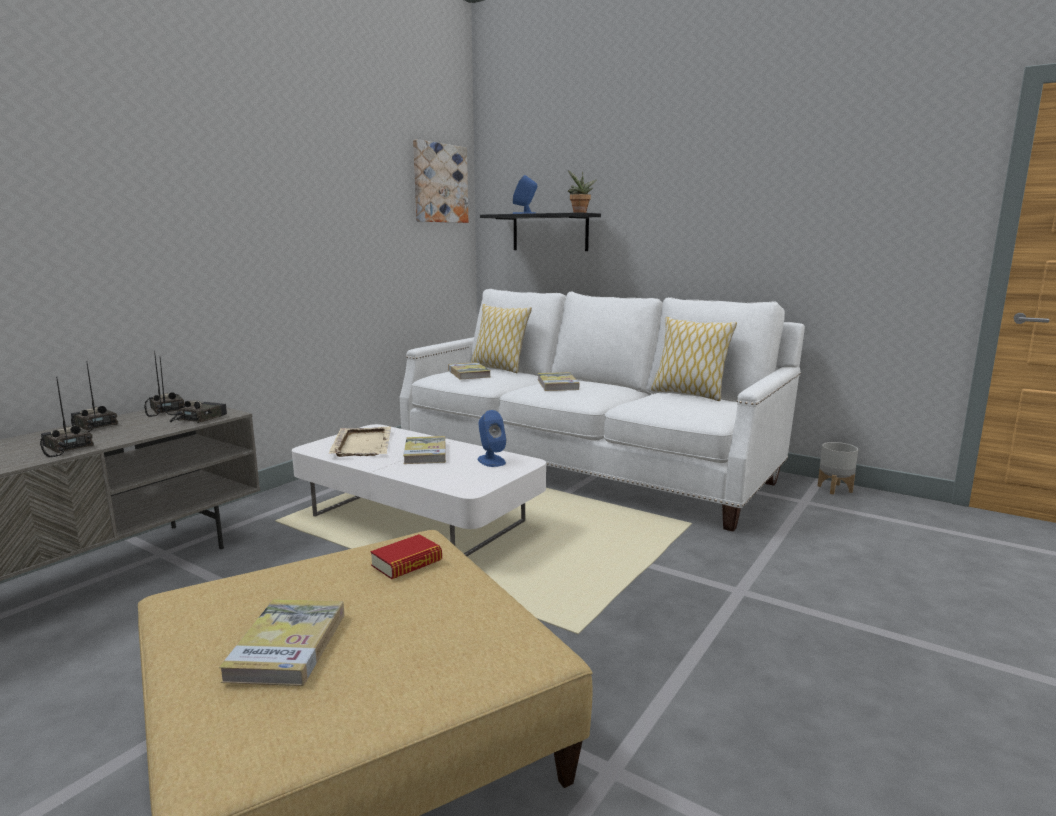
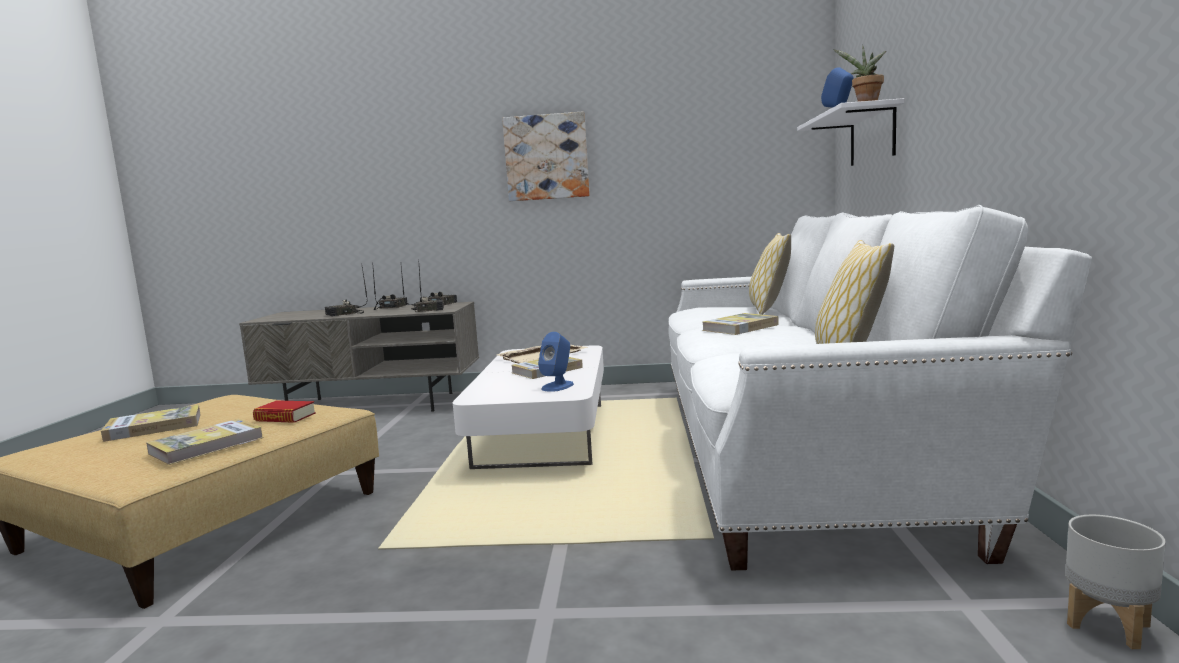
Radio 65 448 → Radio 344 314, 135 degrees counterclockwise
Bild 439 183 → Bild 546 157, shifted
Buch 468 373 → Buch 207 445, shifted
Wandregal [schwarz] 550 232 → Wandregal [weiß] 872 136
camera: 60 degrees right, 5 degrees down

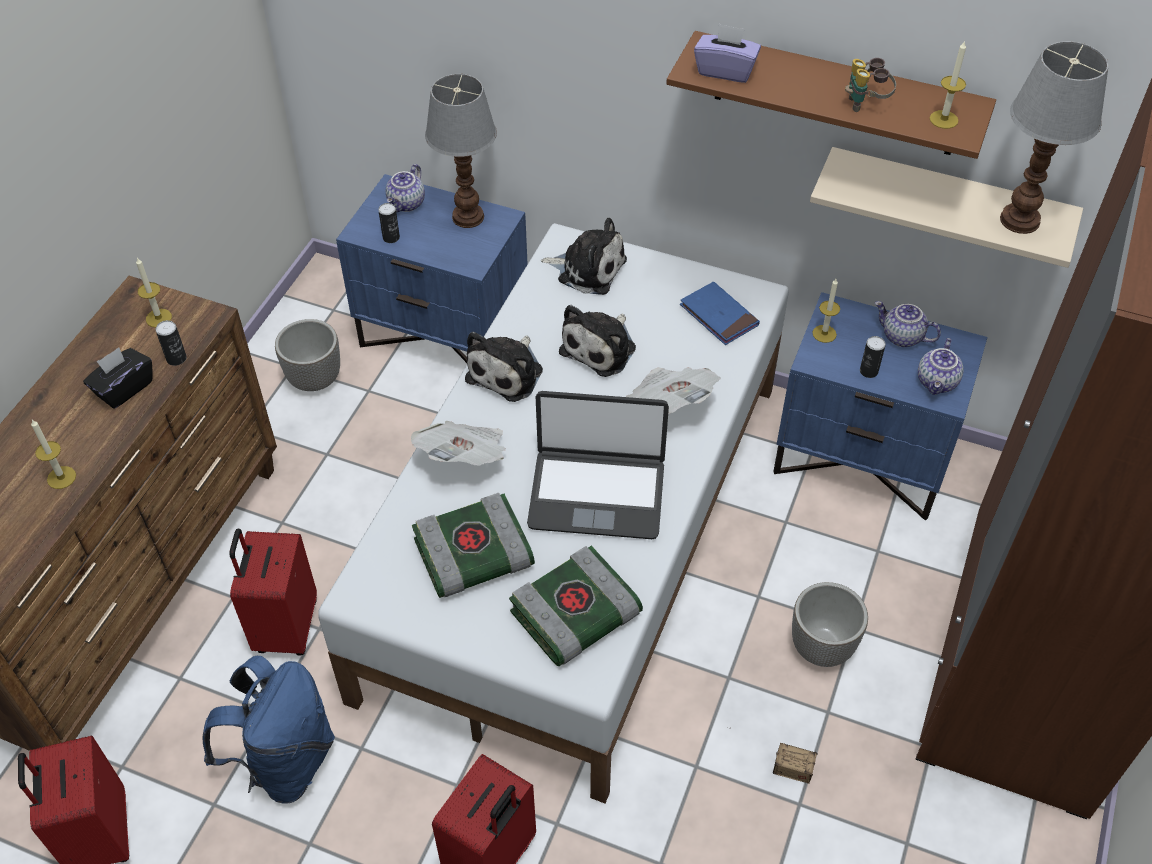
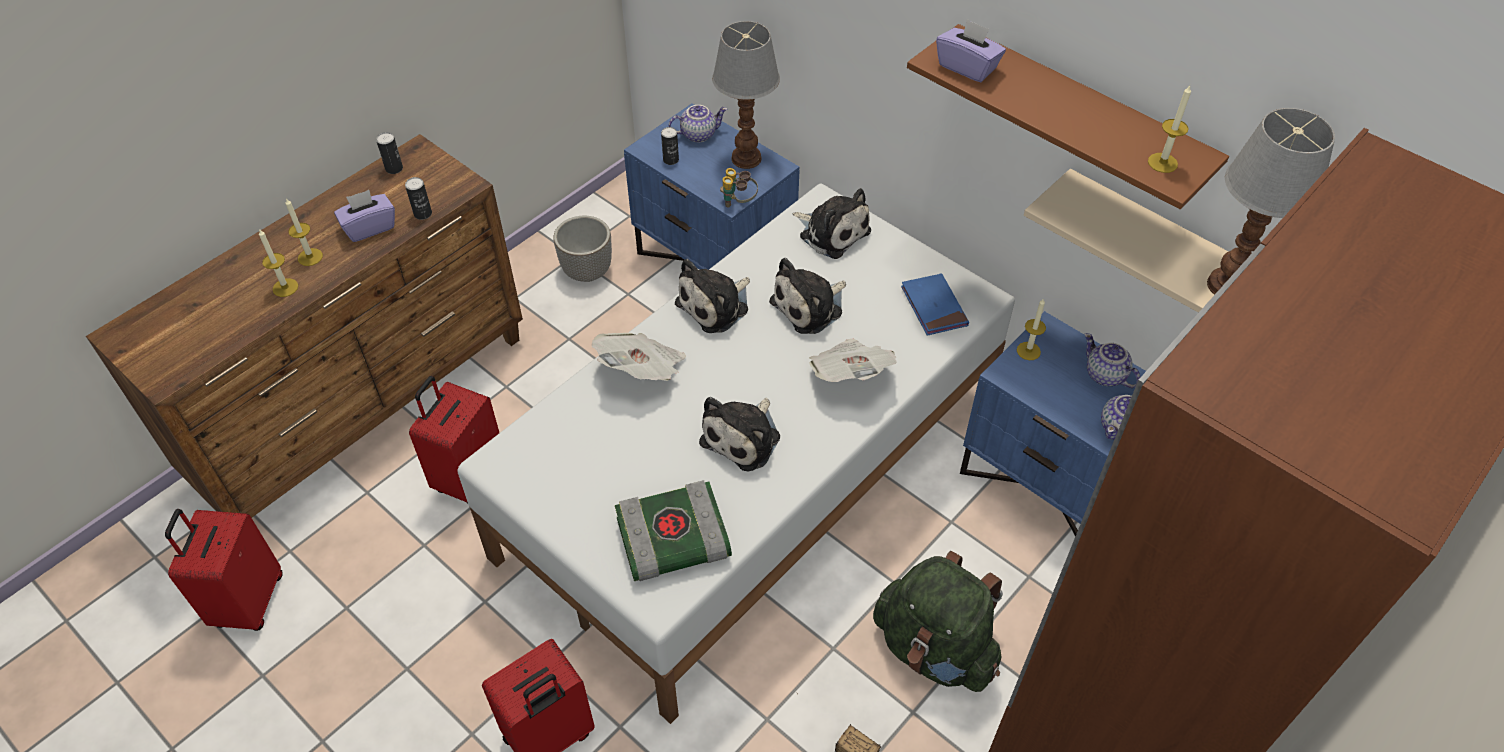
Taschentuchbox [schwarz] 124 388 → Taschentuchbox [lila] 369 227
Kerze 158 318 → Kerze 310 257, shifted
Rucksack [blau] 285 761 → -
Teekanne 407 204 → Teekanne 698 134, 150 degrees counterclockwise
Buch 472 556 → -
Laptop 597 494 → Plüschtier 744 437
Pflanzkübel 822 647 → Rucksack [grün] 934 649
Fernglas 866 104 → Fernglas 738 203, shifted
Dose 868 371 → Dose 394 168, shifted
camera: 20 degrees right, 0 degrees up

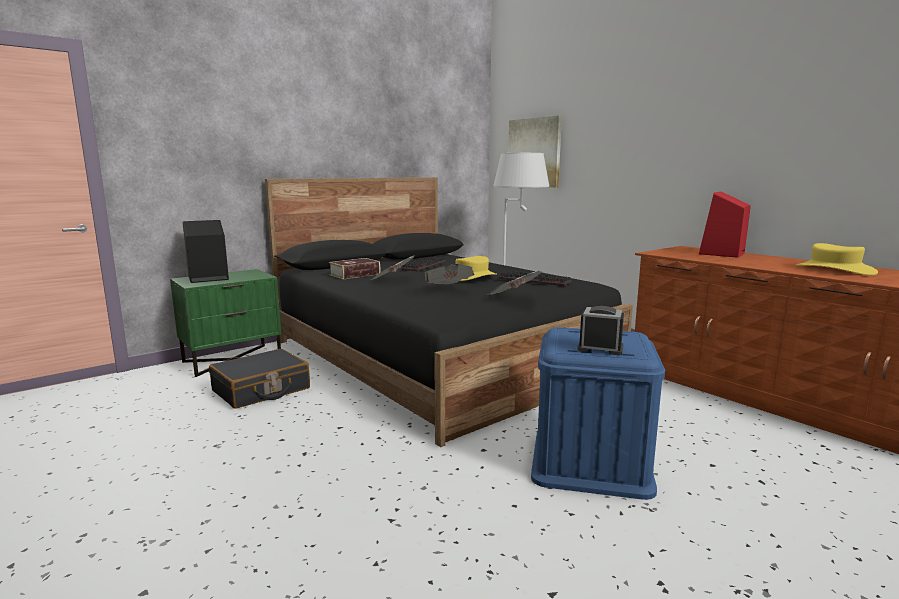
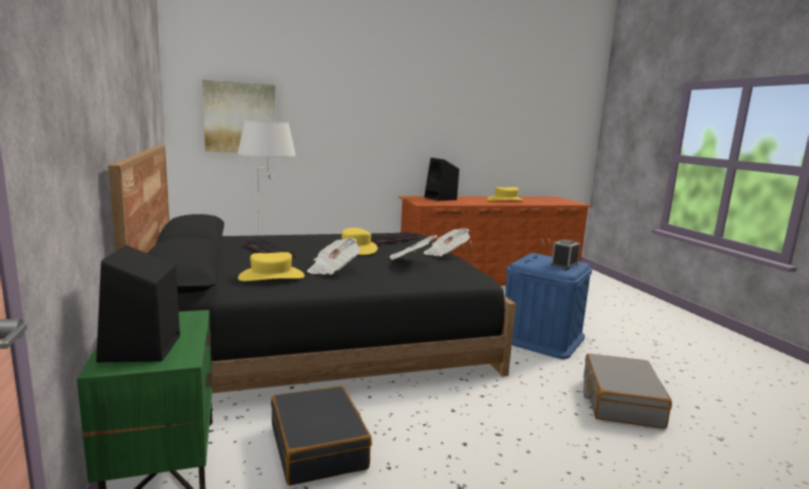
Buch 355 274 → Hut [gelb] 271 277
Lautsprecher [rot] 722 254 → Lautsprecher [schwarz] 441 198
- → Koffer [grau] 620 402
camera: 70 degrees left, 0 degrees up

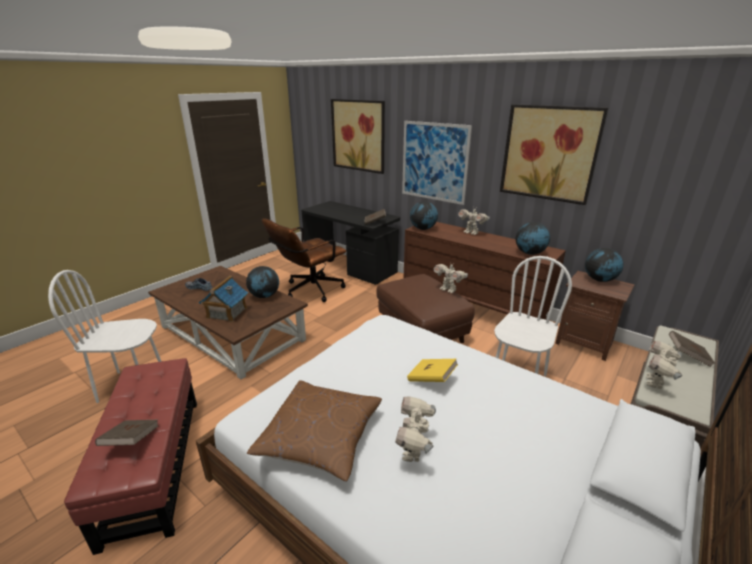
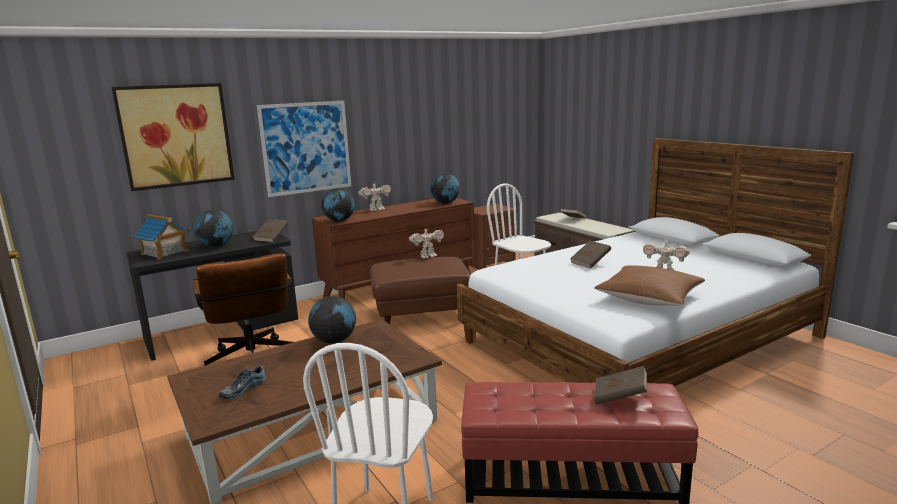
Spielzeughaus 226 313 → Spielzeughaus 164 252, shifted
Buch [gelb] 431 379 → Buch [braun] 590 262
Bild 549 153 → -
Globus 599 280 → Globus 216 246, shifted
Spielzeugroboter 655 383 → -
camera: 70 degrees left, 10 degrees down

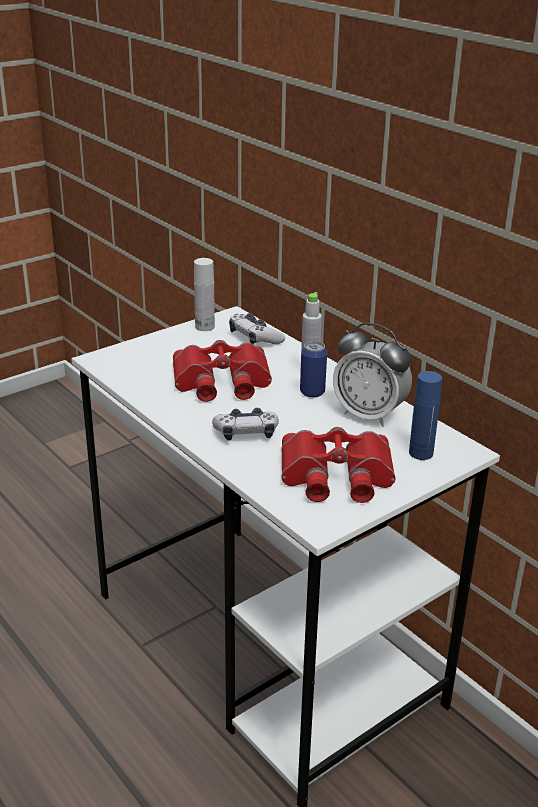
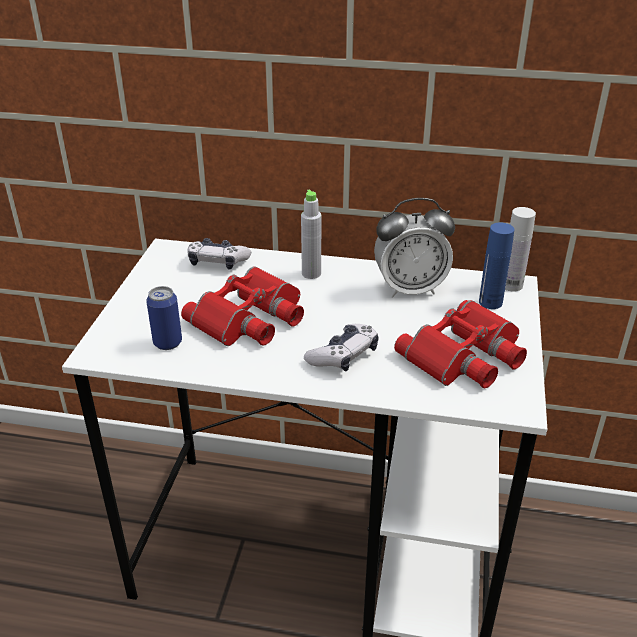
Flasche [weiß] 204 327 → Flasche [weiß] 511 285, shifted
Dose 312 392 → Dose 167 343, shifted
camera: 40 degrees left, 5 degrees up

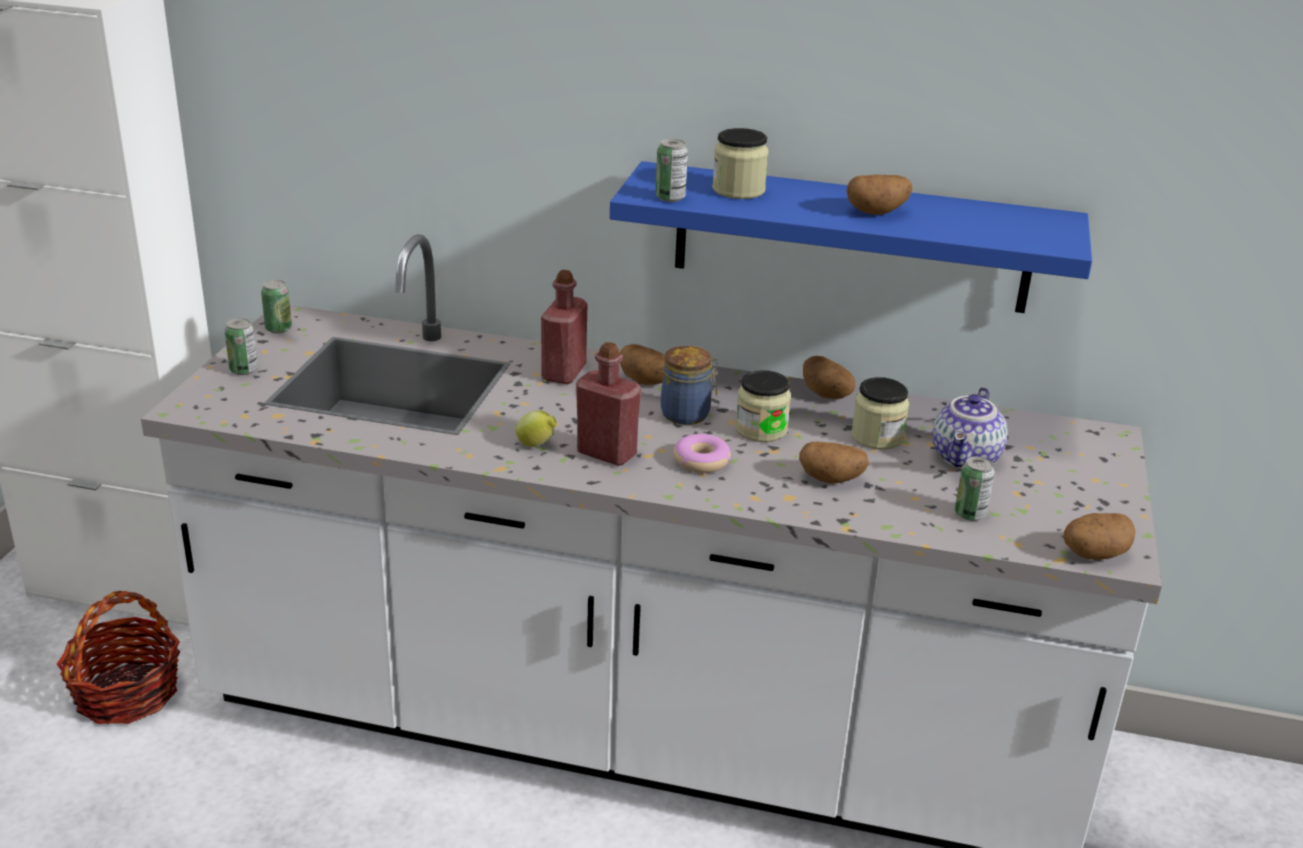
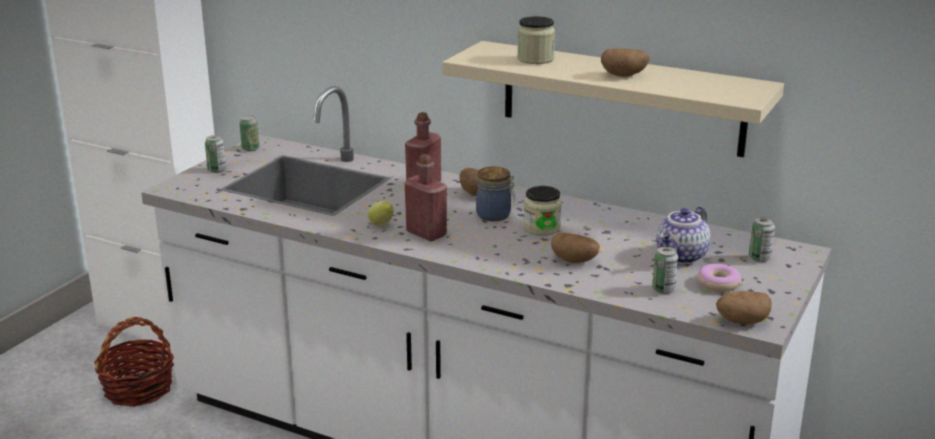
Wandregal [blau] 851 238 → Wandregal [beige] 621 98
Dose 670 198 → Dose 759 258, shifted
Donut 701 461 → Donut 718 284, shifted
Kartoffel 827 395 → -
Vorratsglas 877 437 → -
camera: 15 degrees right, 5 degrees down

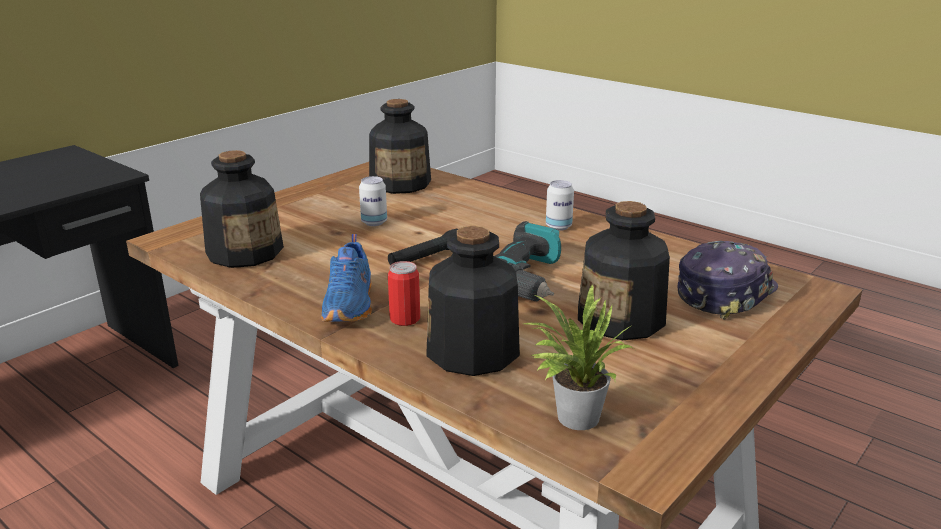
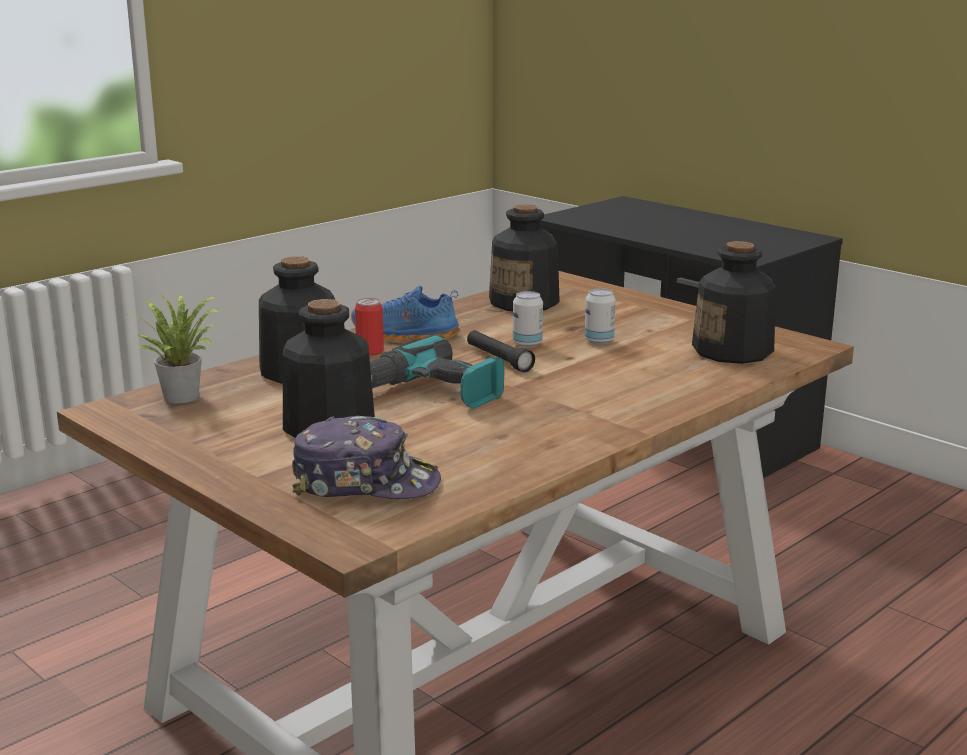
Dose 558 227 → Dose 527 344, shifted
Kappe 724 293 → Kappe 365 483, 45 degrees counterclockwise
camera: 95 degrees right, 5 degrees down

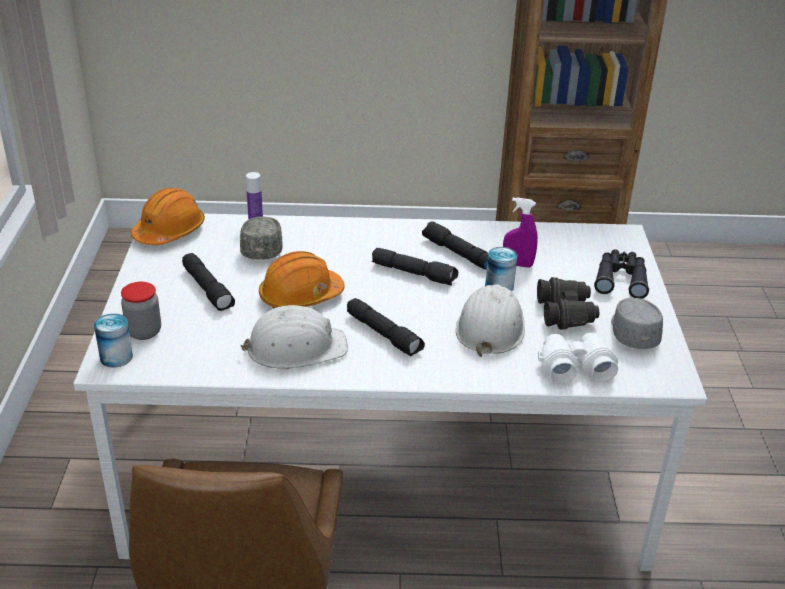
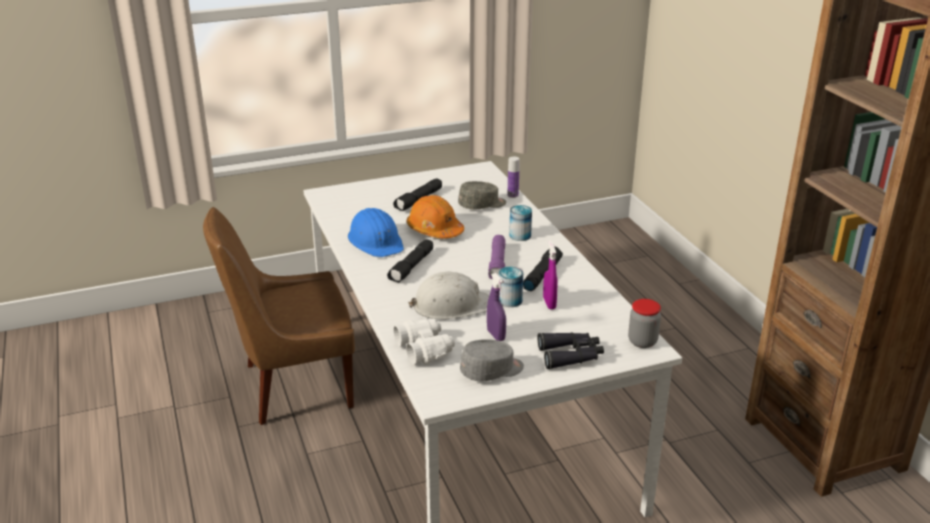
Dose 116 357 → Dose 520 235, shifted
Vorratsglas 144 332 → Vorratsglas 642 341, shifted
Schutzhelm [orange] 169 231 → -
Schutzhelm [weiß] 295 348 → Schutzhelm [blau] 376 241
Taschenlampe [schwarz] 414 273 → Taschenlampe [lila] 498 263
Fernglas [schwarz] 566 313 → Sprühflasche [lila] 496 335
camera: 70 degrees right, 5 degrees down

